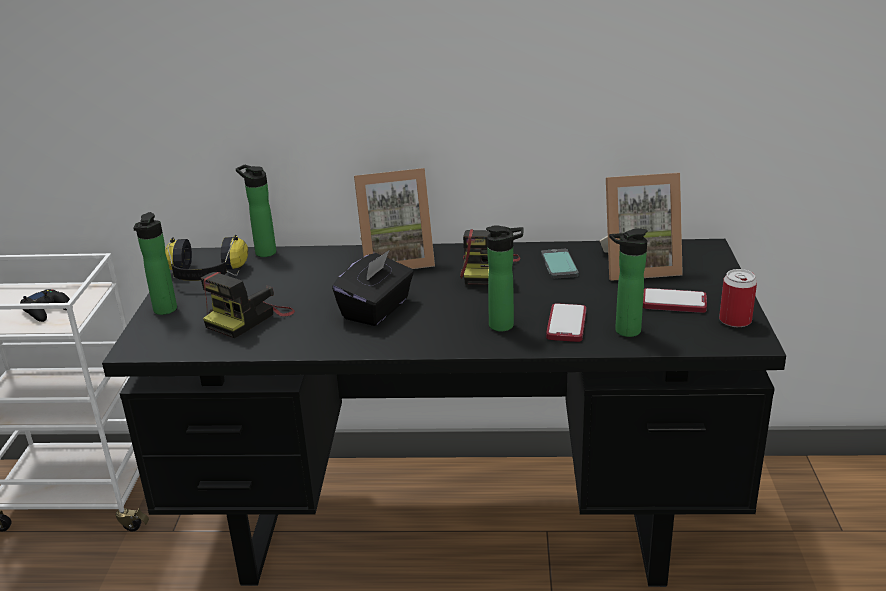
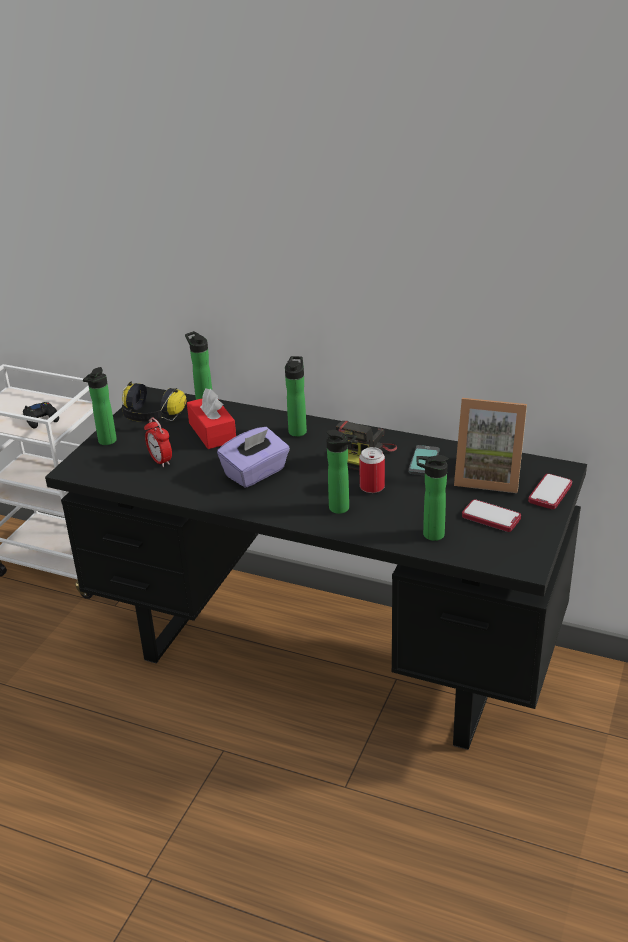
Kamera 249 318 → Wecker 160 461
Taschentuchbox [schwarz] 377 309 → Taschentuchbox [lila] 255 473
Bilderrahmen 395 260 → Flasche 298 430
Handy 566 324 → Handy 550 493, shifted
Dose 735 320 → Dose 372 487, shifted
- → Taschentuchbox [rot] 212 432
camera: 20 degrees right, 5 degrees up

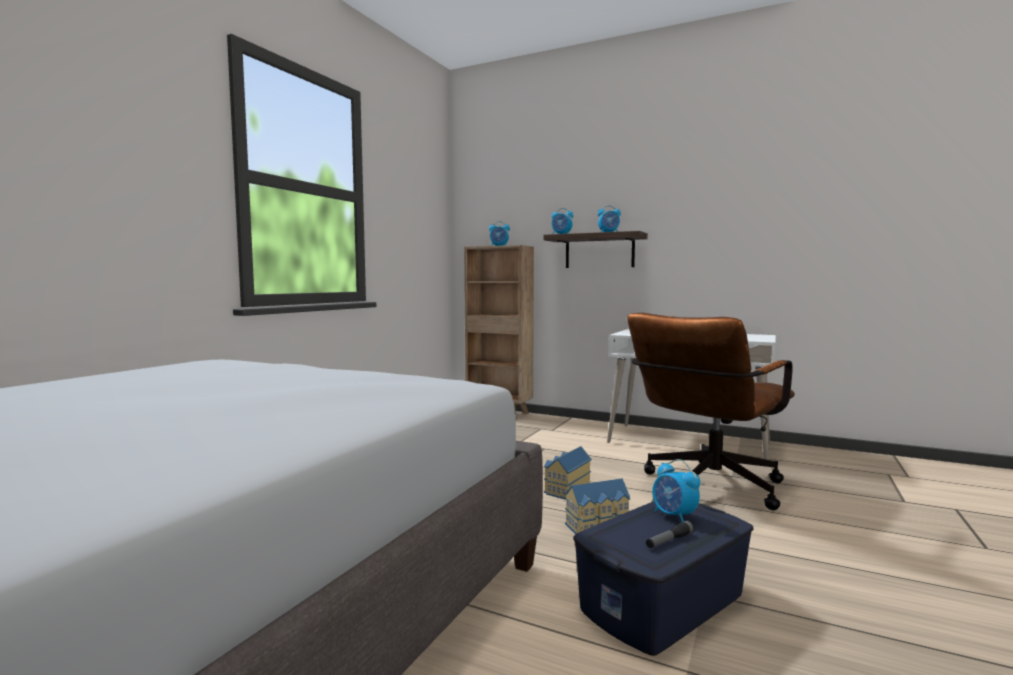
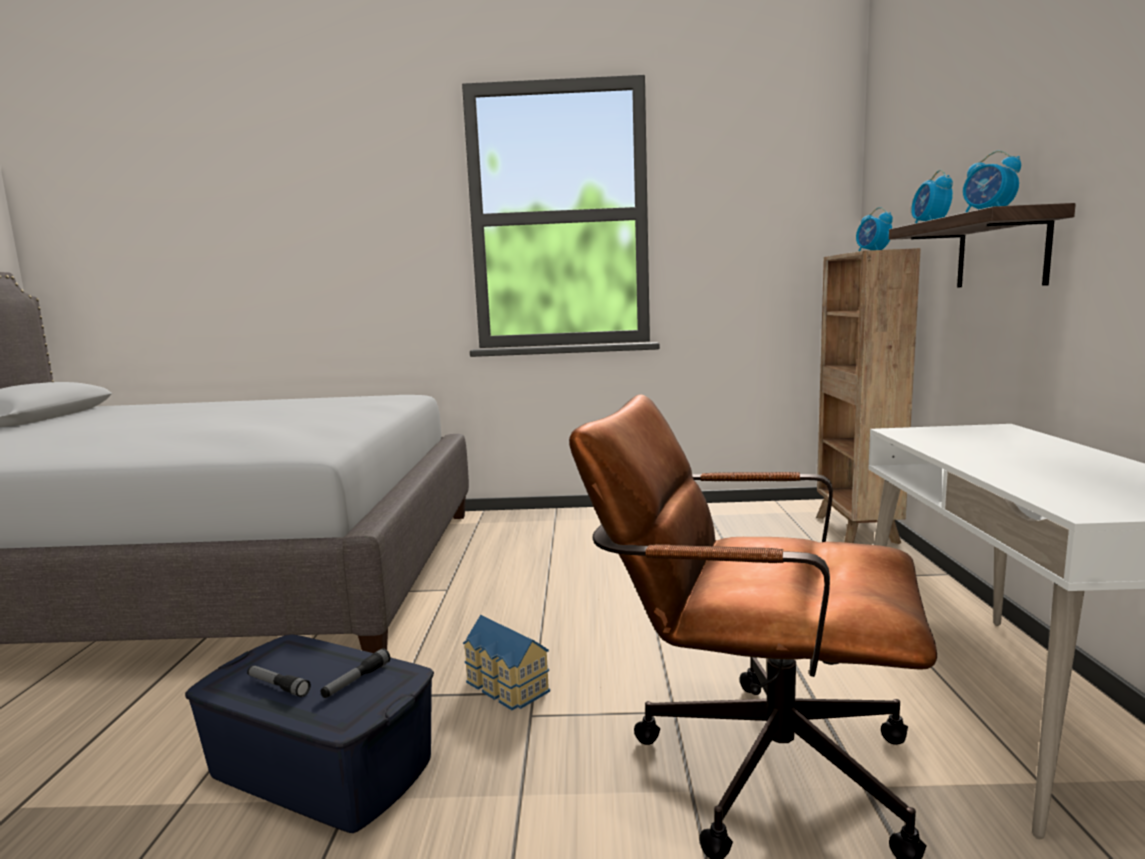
Spielzeughaus 566 488 → -
Wecker 674 516 → Taschenlampe 356 680
camera: 65 degrees right, 5 degrees up

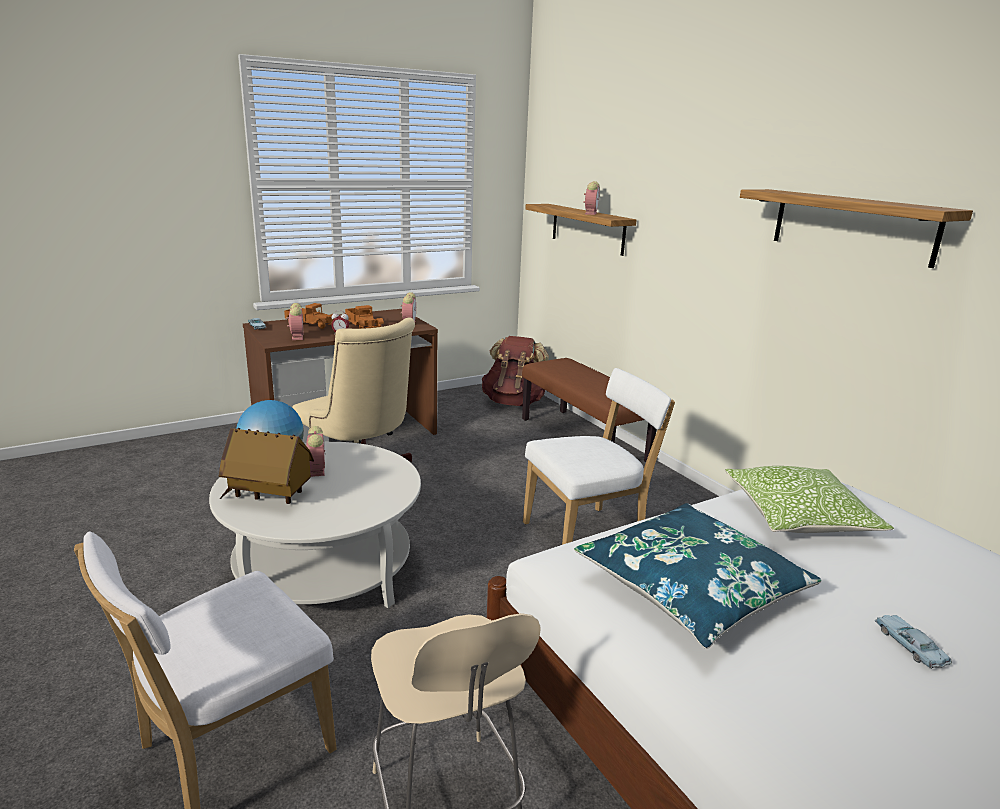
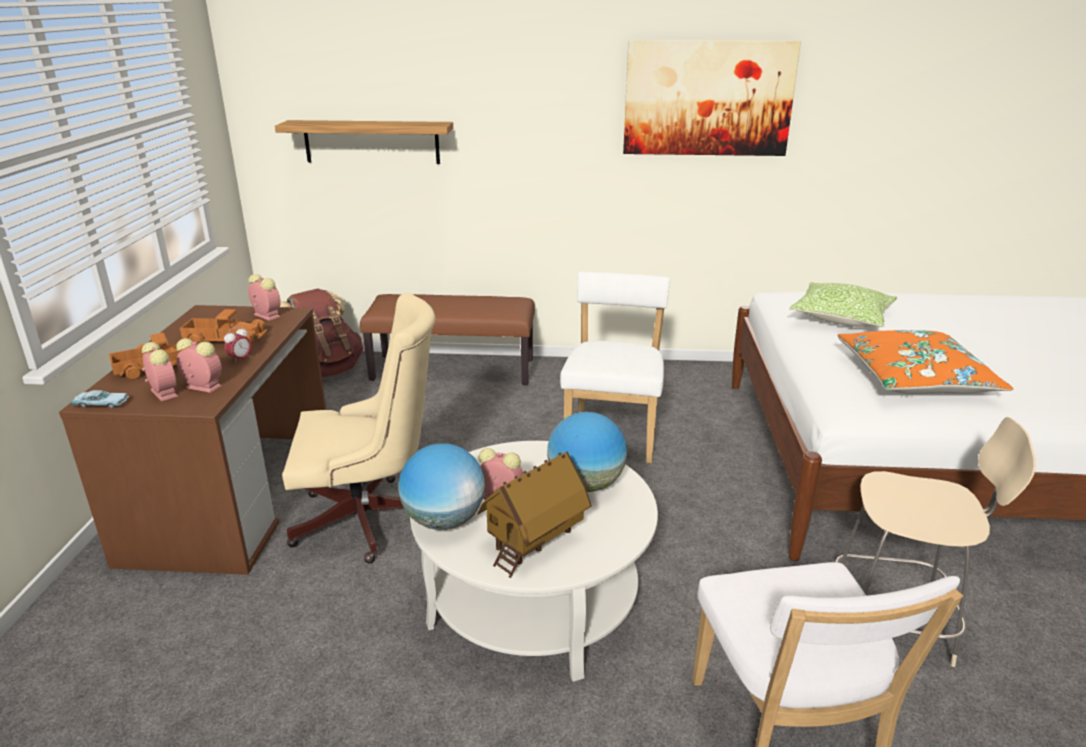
Kissen [blau] 691 587 → Kissen [orange] 915 378
Wecker 590 213 → Wecker 163 392, shifted
Wandregal 852 226 → Bild 708 98
Spielzeugauto [blau] 909 646 → -
- → Globus 585 485
camera: 55 degrees left, 5 degrees up

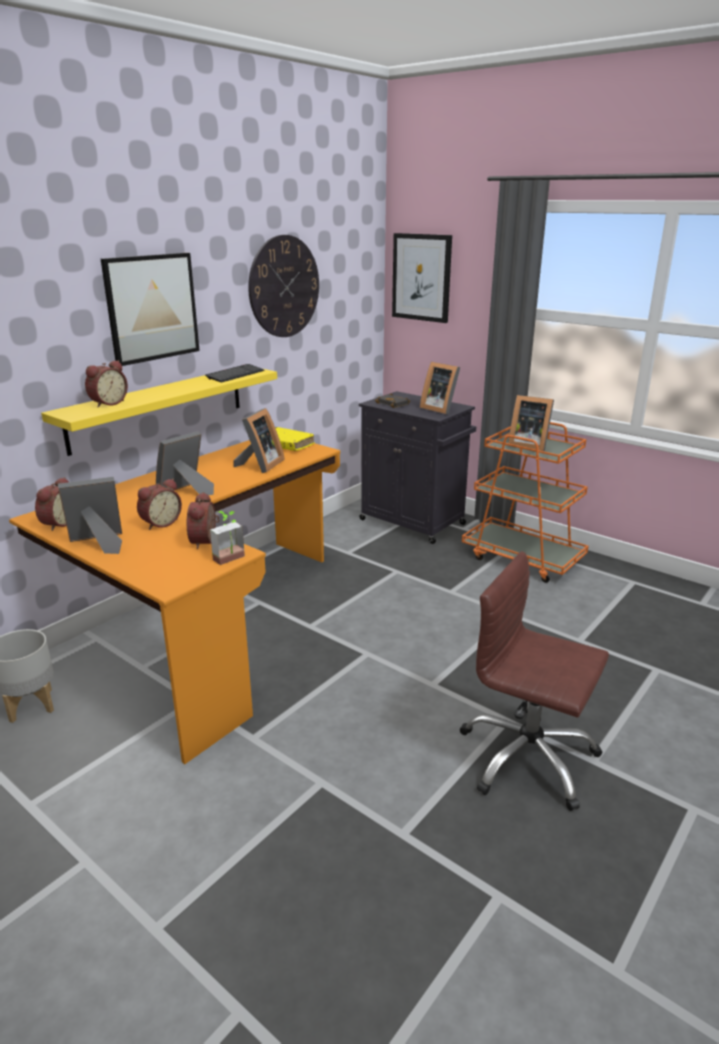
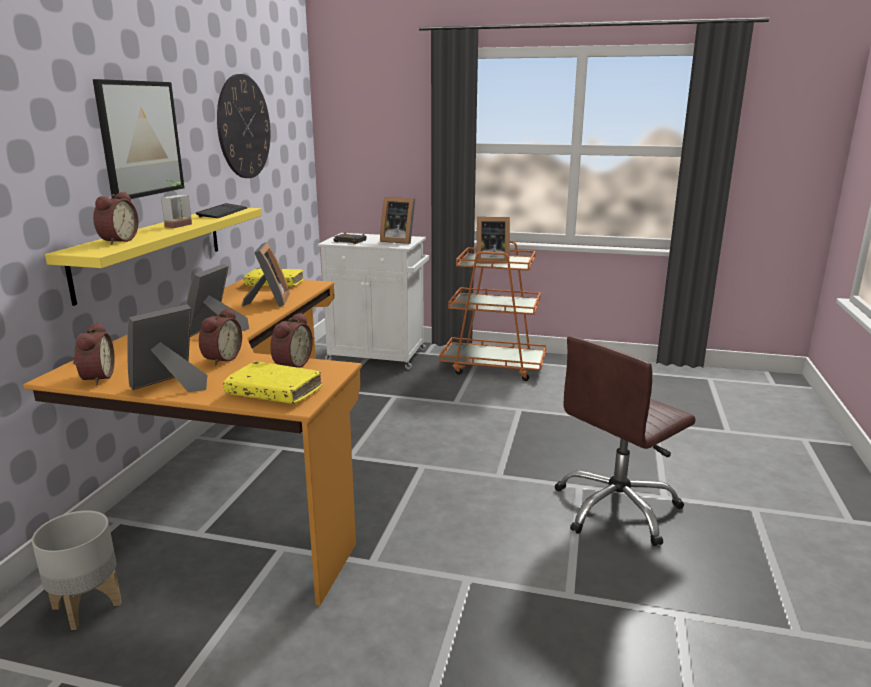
Wecker 206 541 → Wecker 291 364, 135 degrees counterclockwise
Topfpflanze 232 560 → Topfpflanze 182 226, shifted
Schrank [schwarz] 414 522 → Schrank [weiß] 378 356
Bild 421 277 → -
Bürostuhl [braun] 527 758 → Bürostuhl [braun] 617 509, 45 degrees counterclockwise
- → Buch [gelb] 274 392
camera: 25 degrees left, 5 degrees down

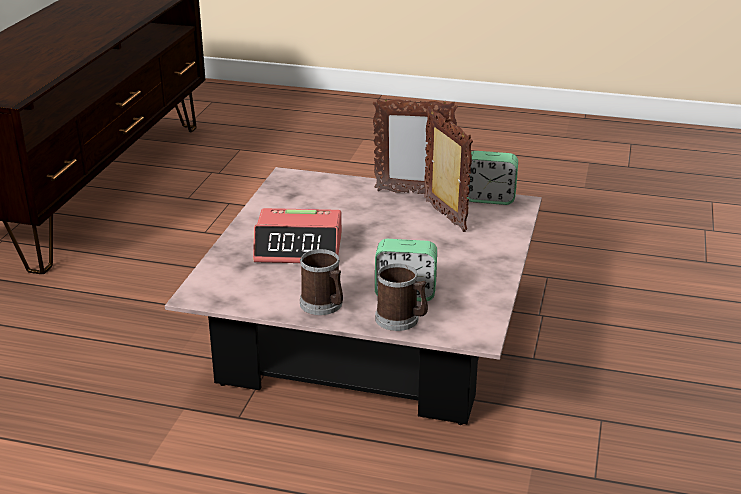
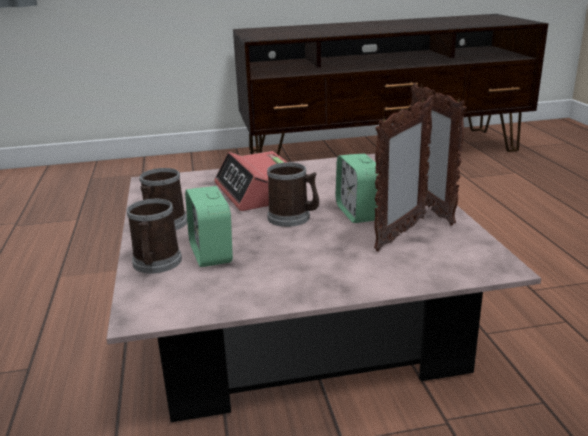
Wecker 489 198 → Wecker 358 213, shifted
- → Henkelbecher 293 218
camera: 65 degrees right, 5 degrees down

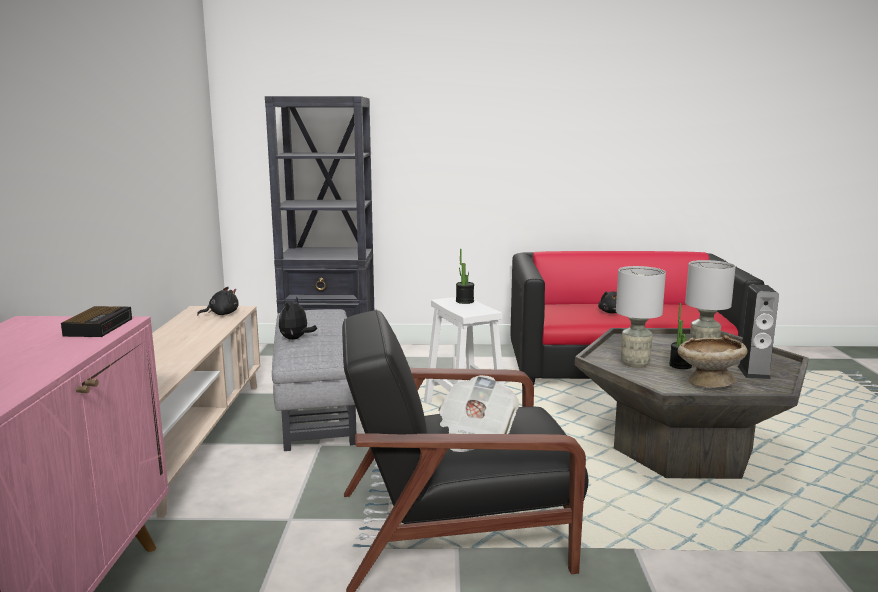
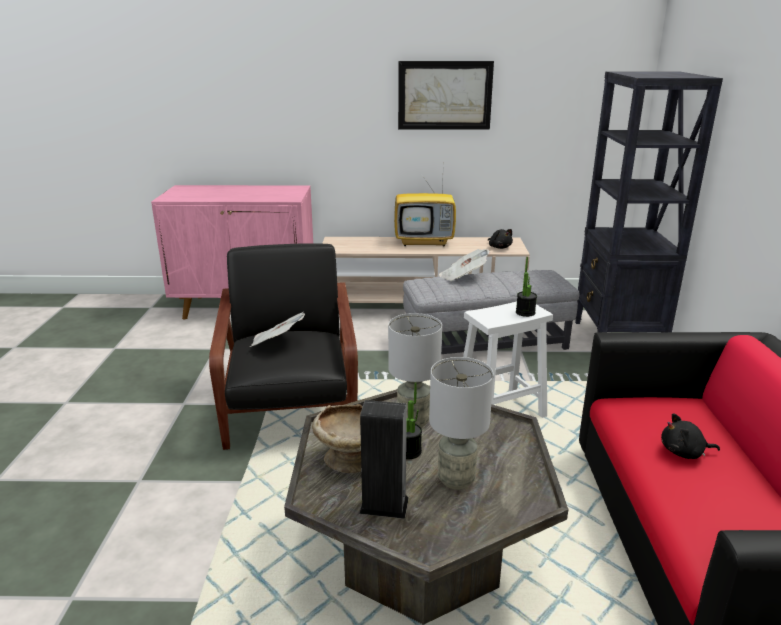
Wecker 99 327 → -
Plüschtier 295 339 → Zeitung 463 277
- → Fernseher 425 242
- → Bild 444 95
camera: 90 degrees right, 10 degrees up

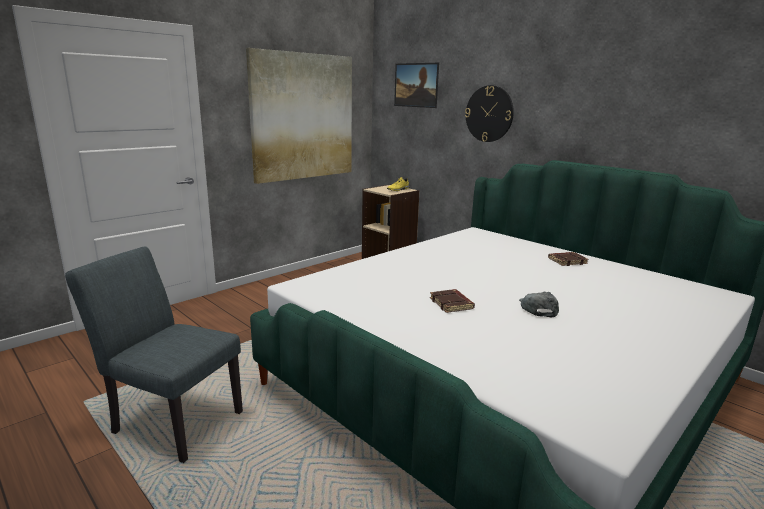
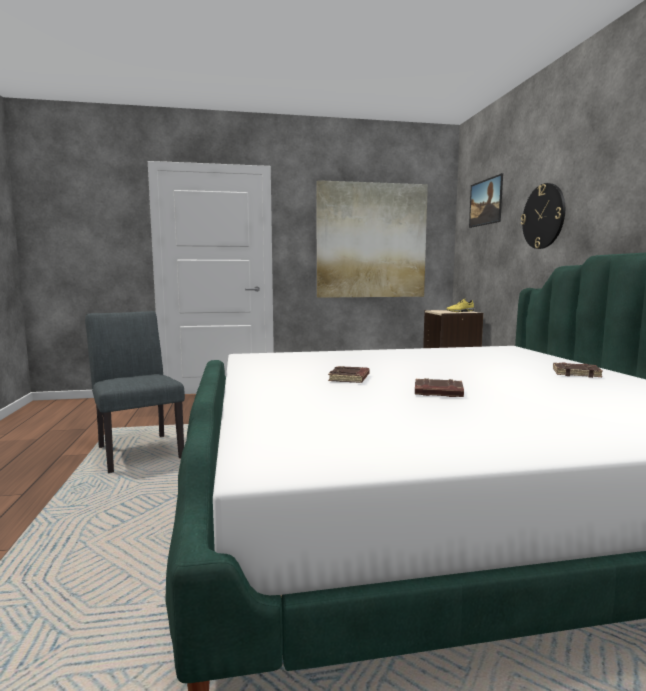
Kappe [grau] 537 308 → Buch [braun] 437 393
camera: 35 degrees right, 10 degrees down

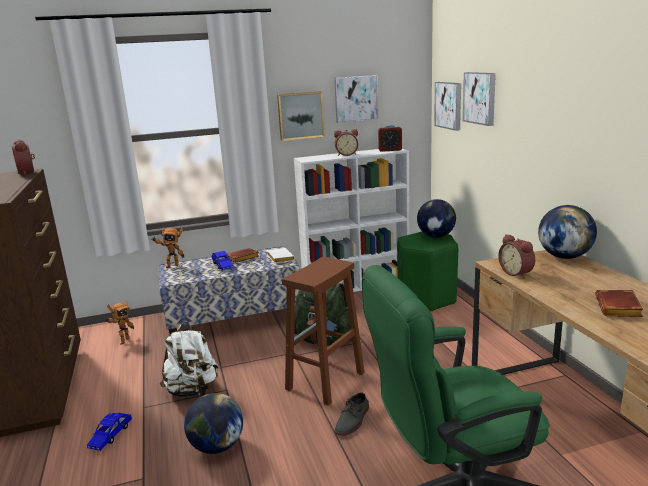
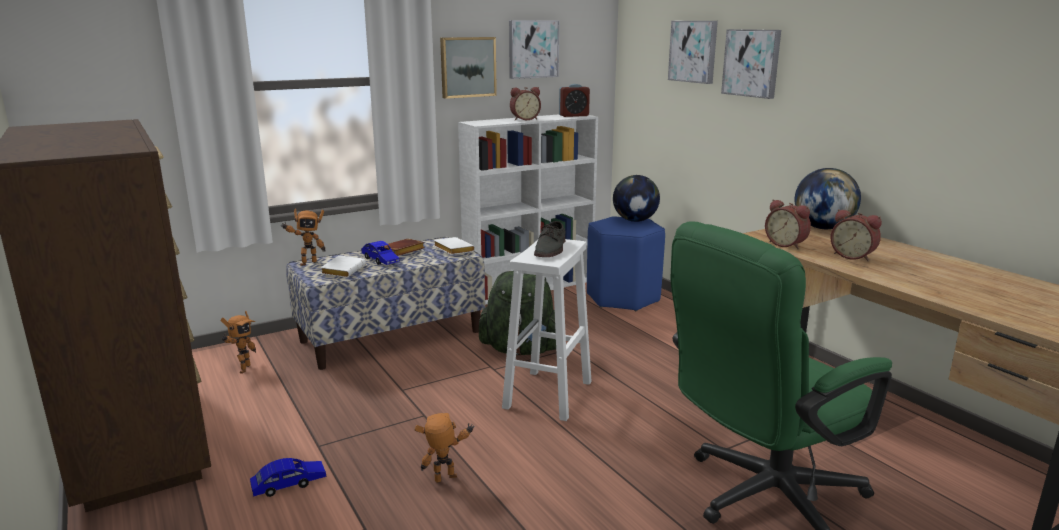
Wecker 28 172 → Wecker 853 256, shifted
Spielzeugauto [blau] 111 436 → Spielzeugauto [blau] 289 484, 120 degrees counterclockwise
Rucksack [weiß] 193 391 → -
Globus 217 446 → Spielzeugroboter 447 481
Hocker [braun] 325 381 → Hocker [weiß] 548 395
Schuh [grau] 353 420 → Schuh [grau] 551 249, shifted
Hocker [grün] 426 299 → Hocker [blau] 623 298
Bild 449 105 → Bild 752 63, shifted
Buch [braun] 619 308 → -
- → Buch [weiß] 343 270
camera: 15 degrees left, 0 degrees up

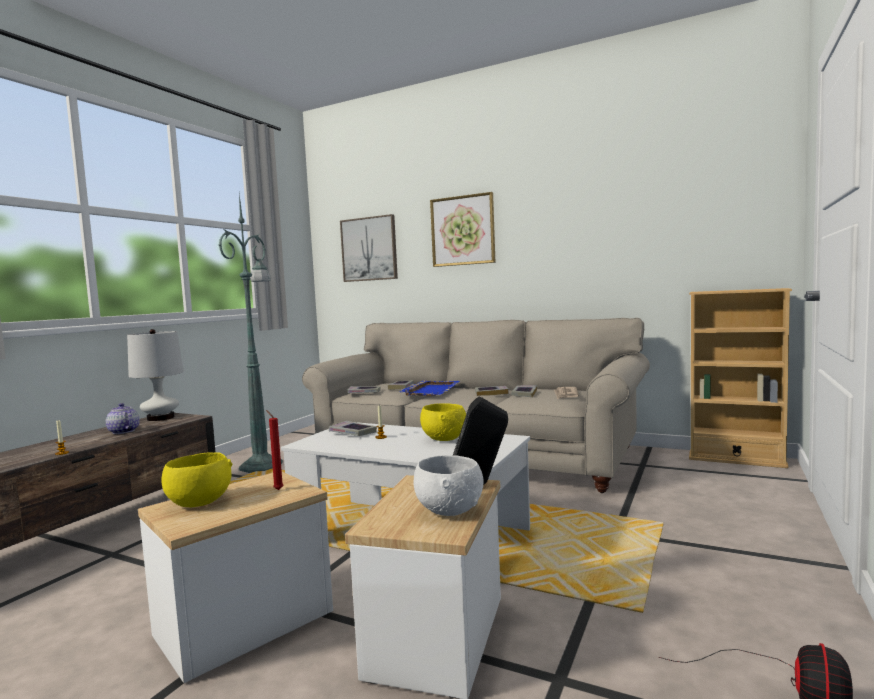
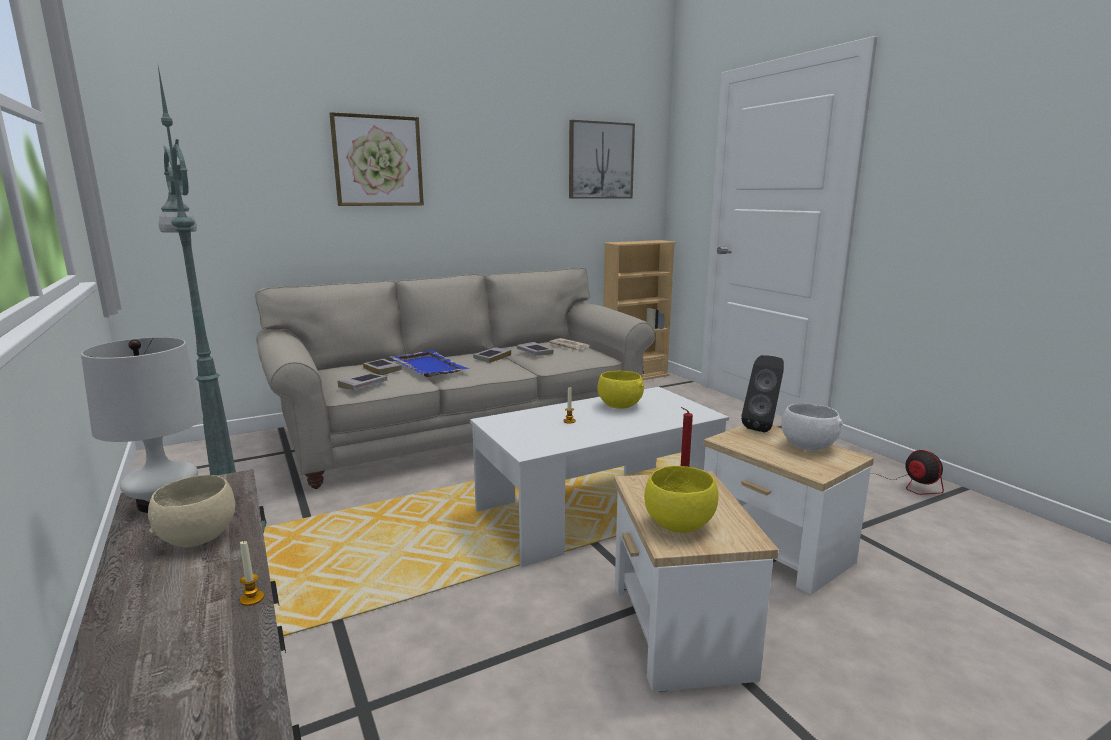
Teekanne 123 431 → Schüssel [beige] 199 538
Buch 352 433 → -
Bild 369 249 → Bild 600 160, shifted
camera: 55 degrees left, 10 degrees up

